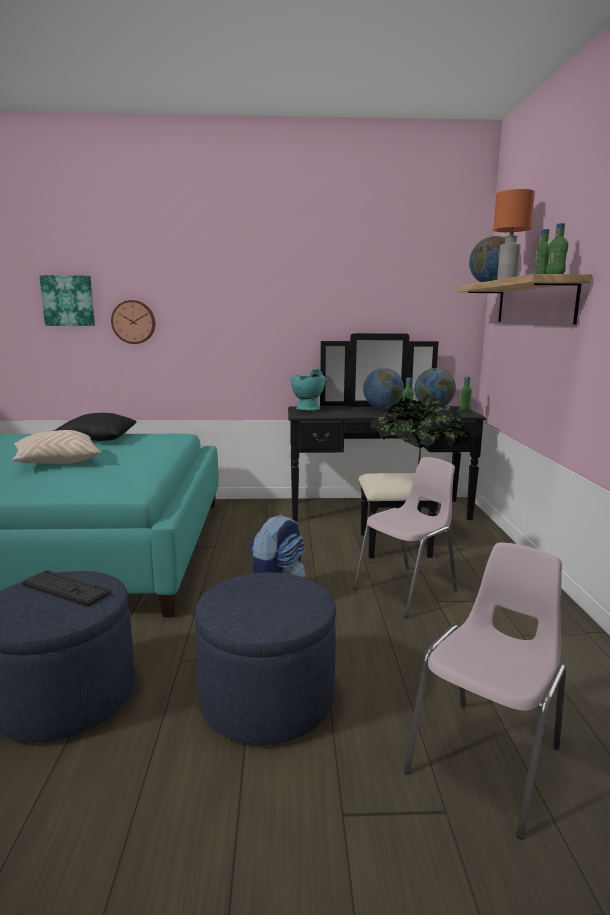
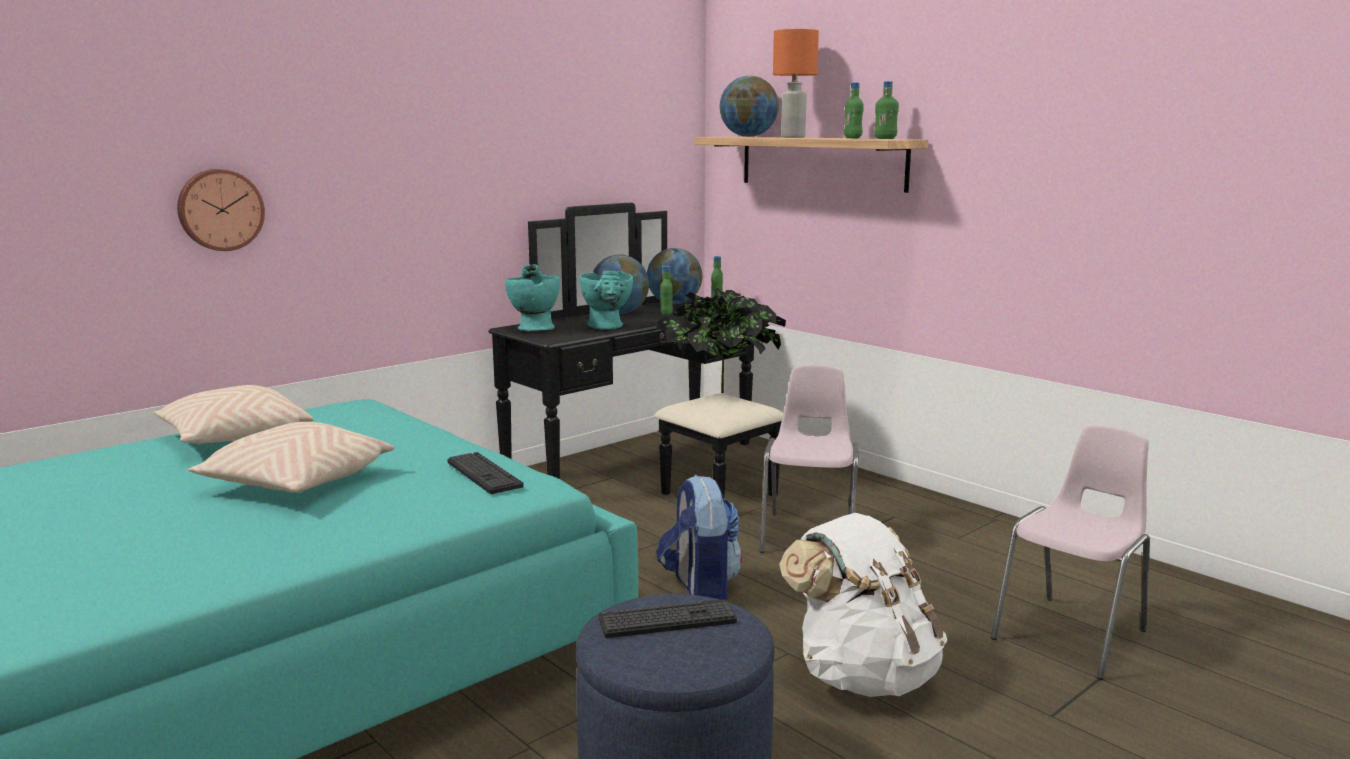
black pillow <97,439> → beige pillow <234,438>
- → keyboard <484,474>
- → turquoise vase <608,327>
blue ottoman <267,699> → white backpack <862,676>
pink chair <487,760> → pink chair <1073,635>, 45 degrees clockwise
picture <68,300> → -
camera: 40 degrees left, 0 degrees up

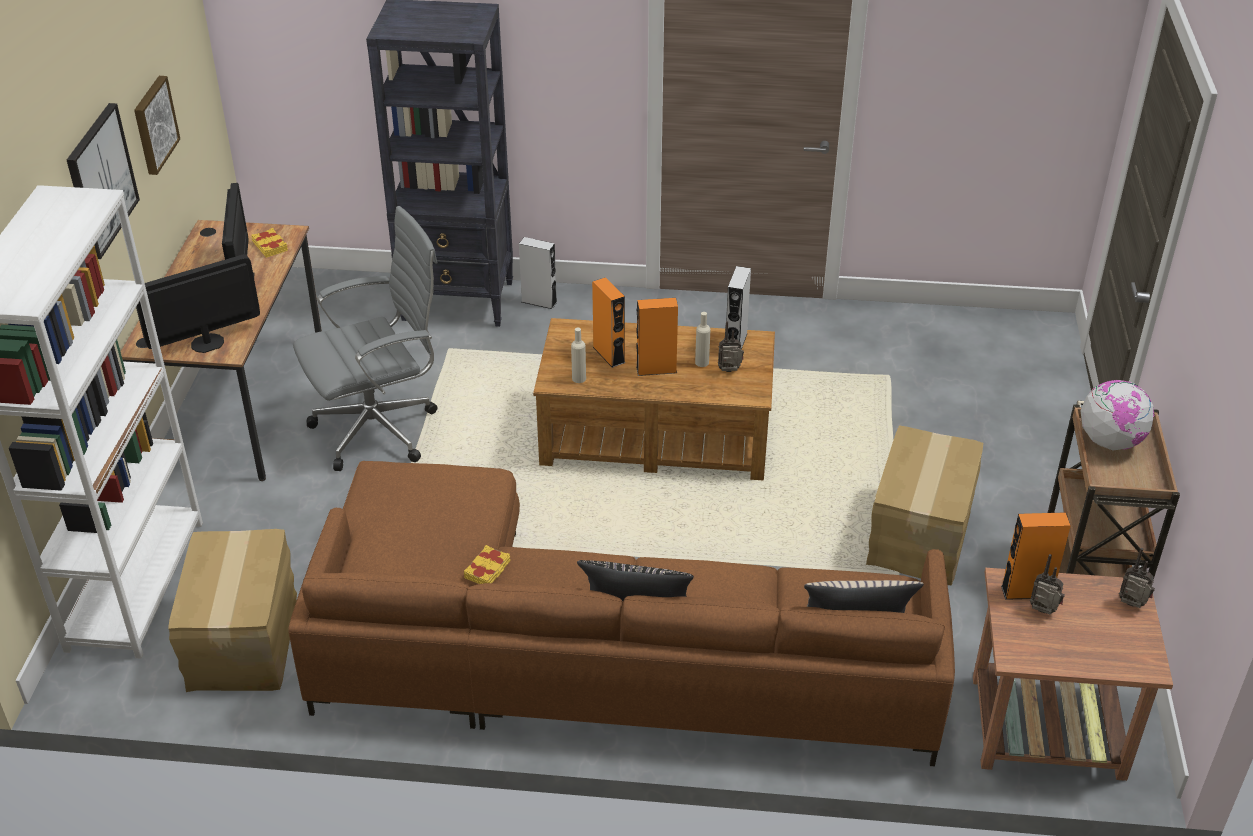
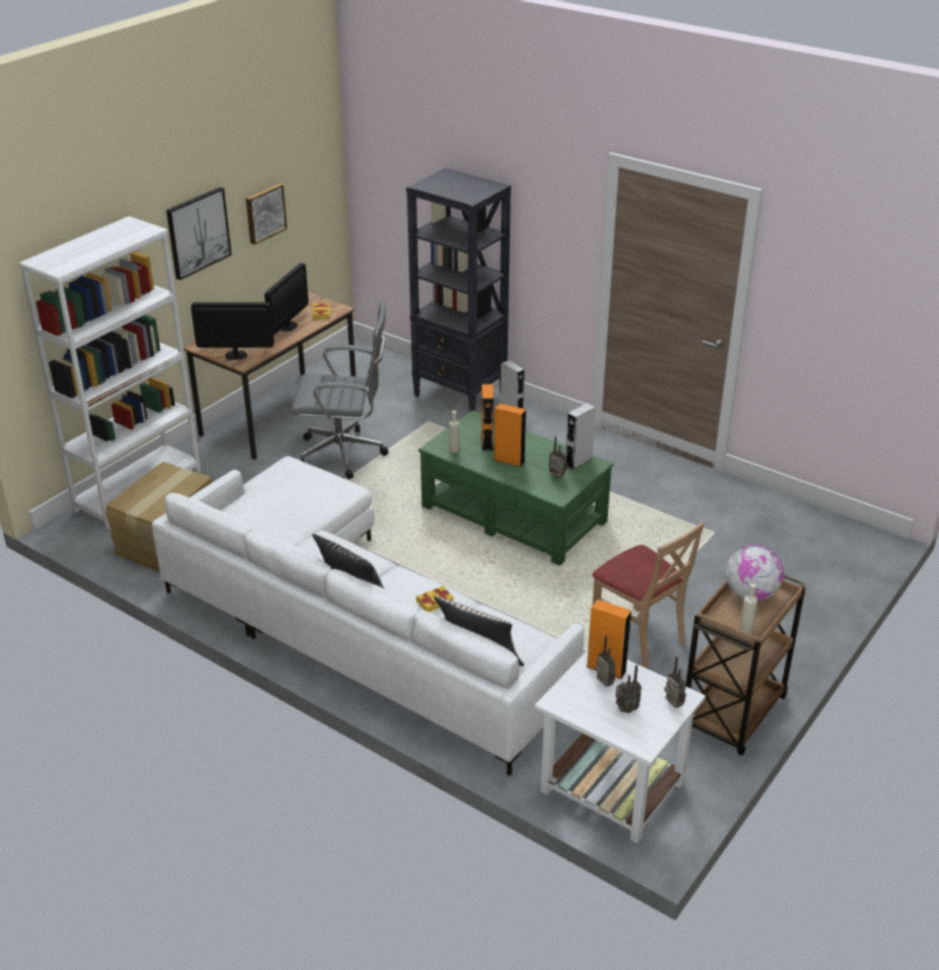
brown sofa <592,655> → white sofa <353,625>
yellow book <488,570> → yellow book <435,602>, relocated
brown coffee table <655,433> → green coffee table <513,513>
brown side table <1045,726> → white side table <610,786>
cardboard box <921,535> → beige chair <638,638>
- → radio <625,709>
beige bottle <702,362> → beige bottle <745,630>, relocated
camera: 30 degrees right, 5 degrees down

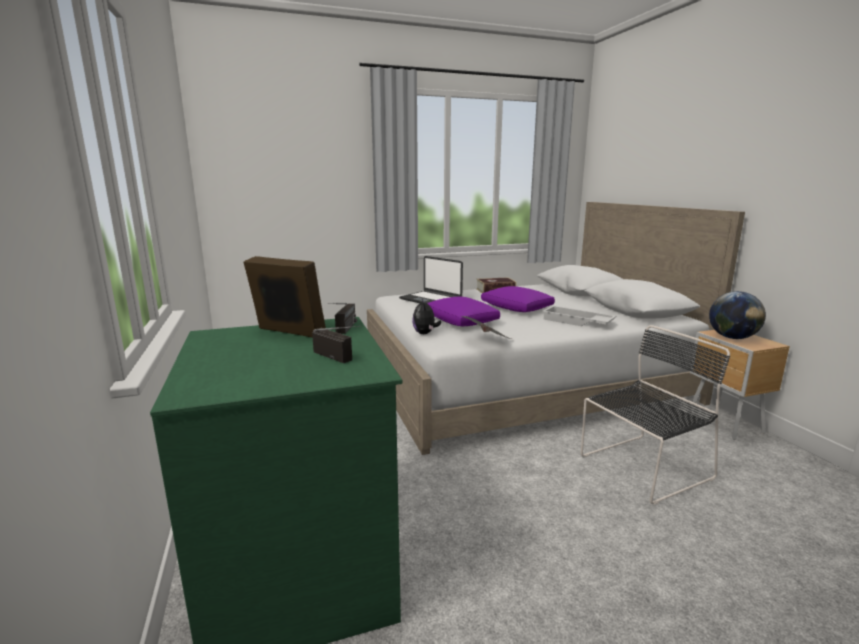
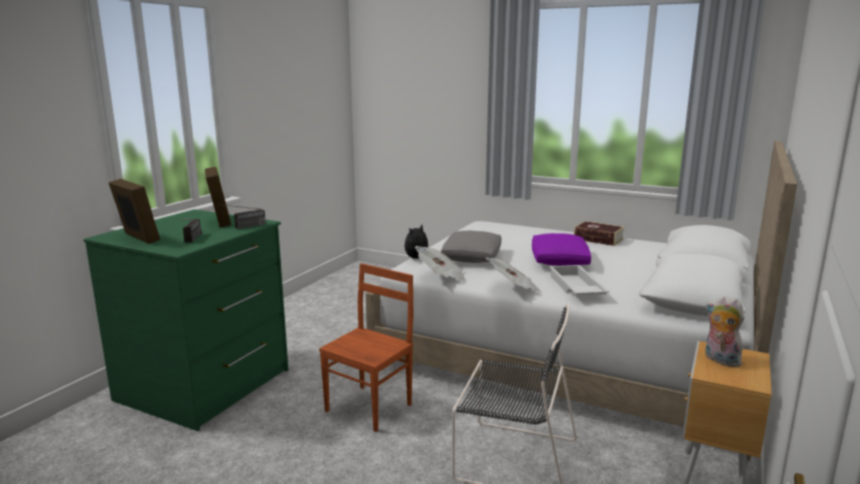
- → picture frame <138,238>
- → brown chair <370,407>
purple pillow <461,321> → grey pillow <471,257>
- → newspaper <514,289>
globe <732,338> → plush toy <719,360>
laptop <431,299> → -
camera: 45 degrees right, 0 degrees up

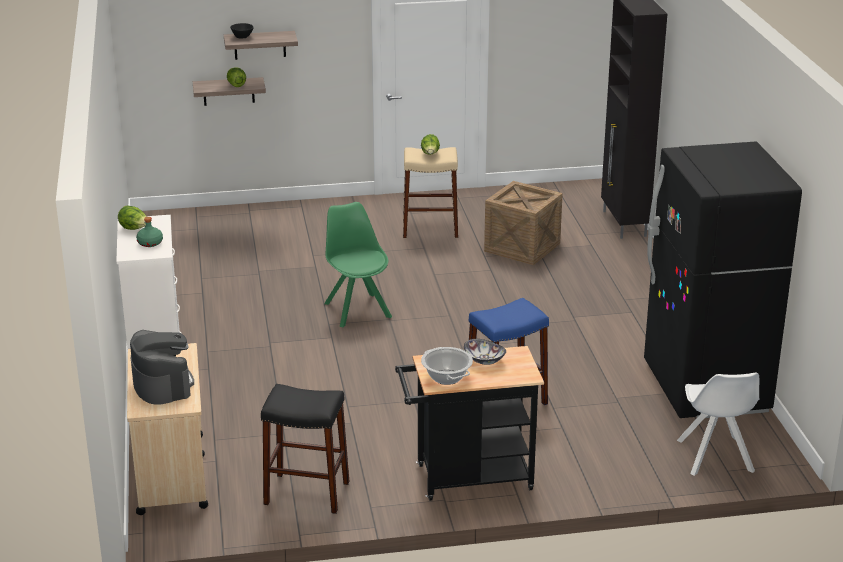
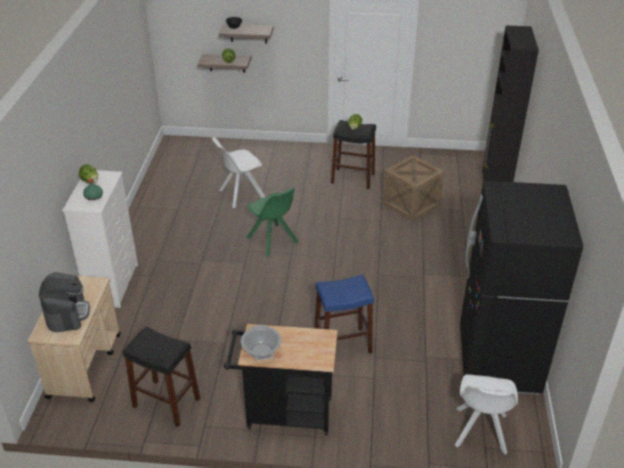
- → white chair <240,194>
green chair <357,309> → green chair <273,241>, 150 degrees clockwise
beige stool <430,229> → black stool <353,178>
bowl <485,360> → -
camera: 15 degrees right, 10 degrees up

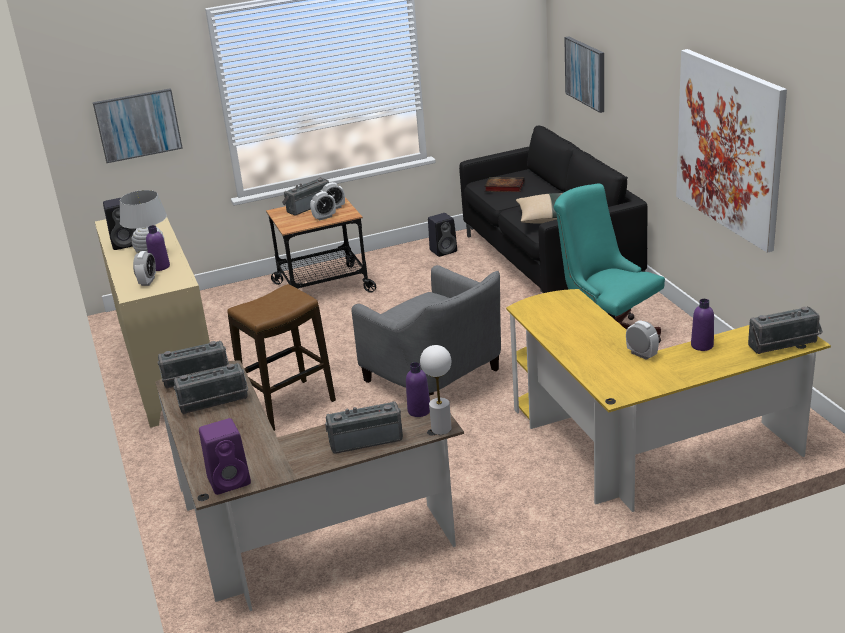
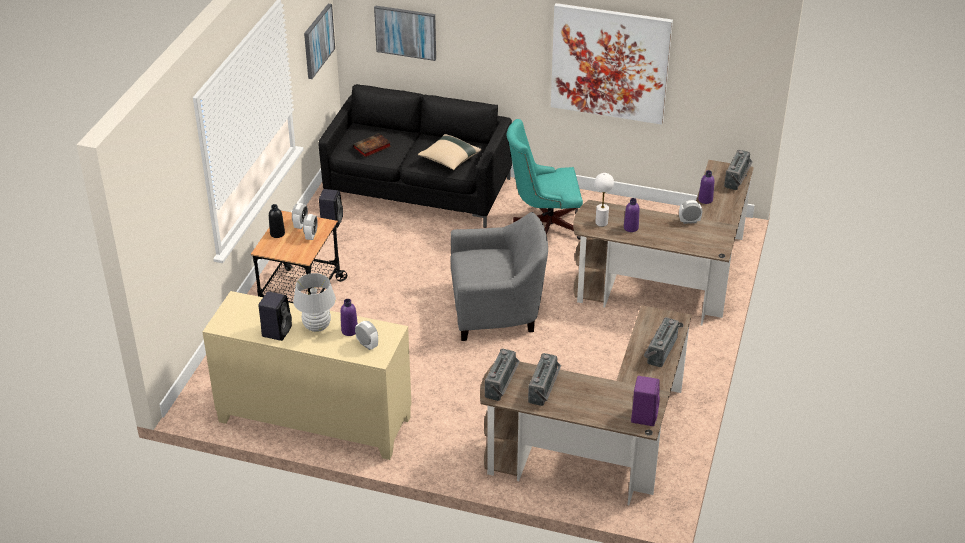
radio <307,206> → black bottle <277,233>
picture <138,125> → picture <318,40>, relocated
yellow desk <640,449> → brown desk <672,283>
white table lamp <441,428> → white table lamp <601,222>, relocated
purple bottle <419,411> → purple bottle <631,228>, relocated
stool <289,405> → -
camera: 55 degrees left, 10 degrees up

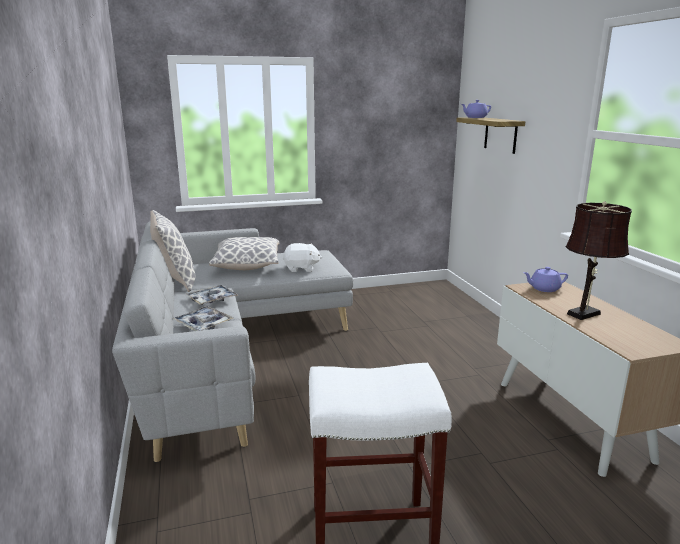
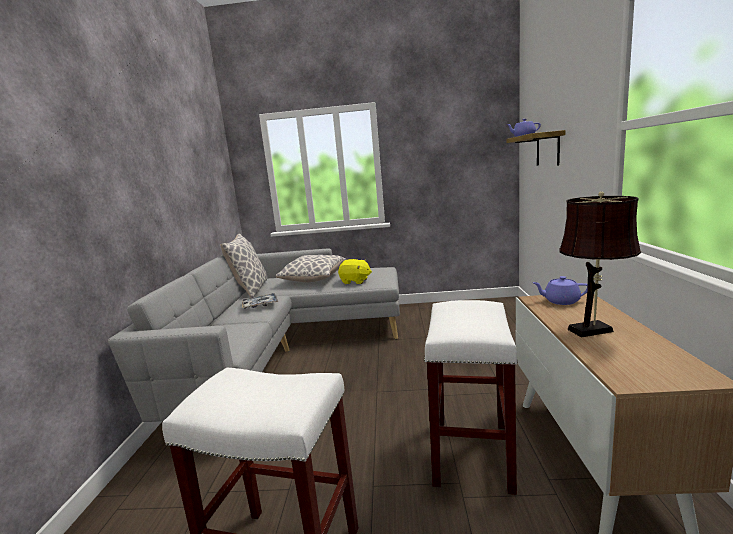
white plush toy <301,268> → yellow plush toy <355,281>
- → white stool <472,454>
tray <203,324> → -
camera: 20 degrees right, 5 degrees down

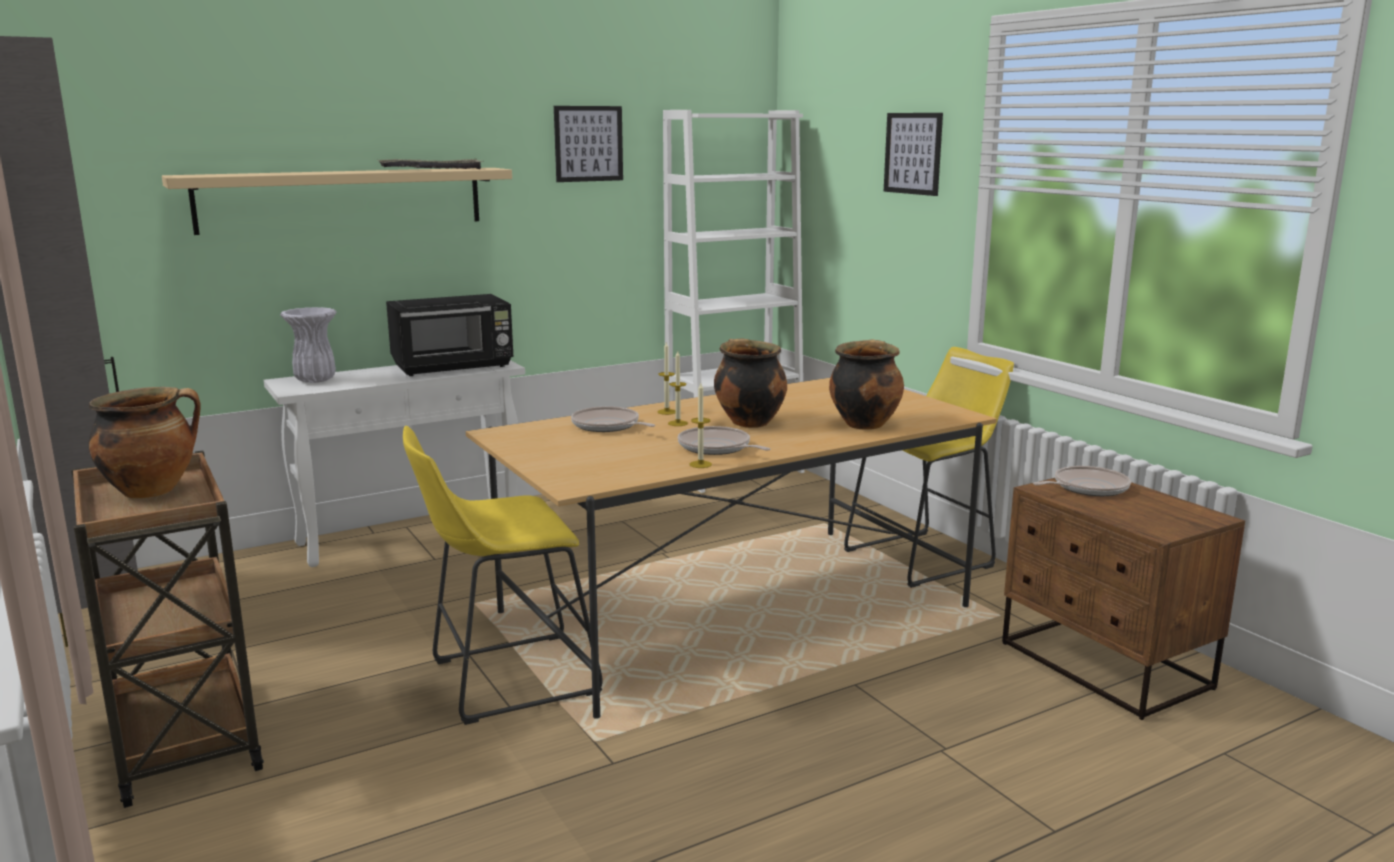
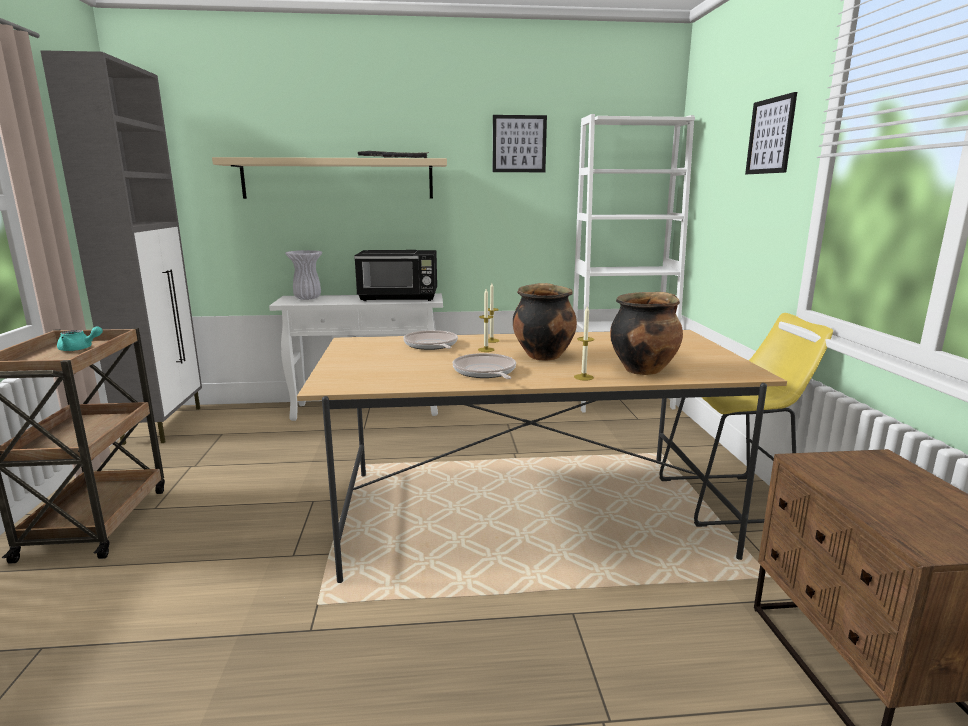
cooking pot <153,490> → turquoise teapot <79,349>
candle <700,464> → candle <583,377>, relocated
yellow stool <504,679> → -
frying pan <1087,488> → -
camera: 25 degrees right, 0 degrees up

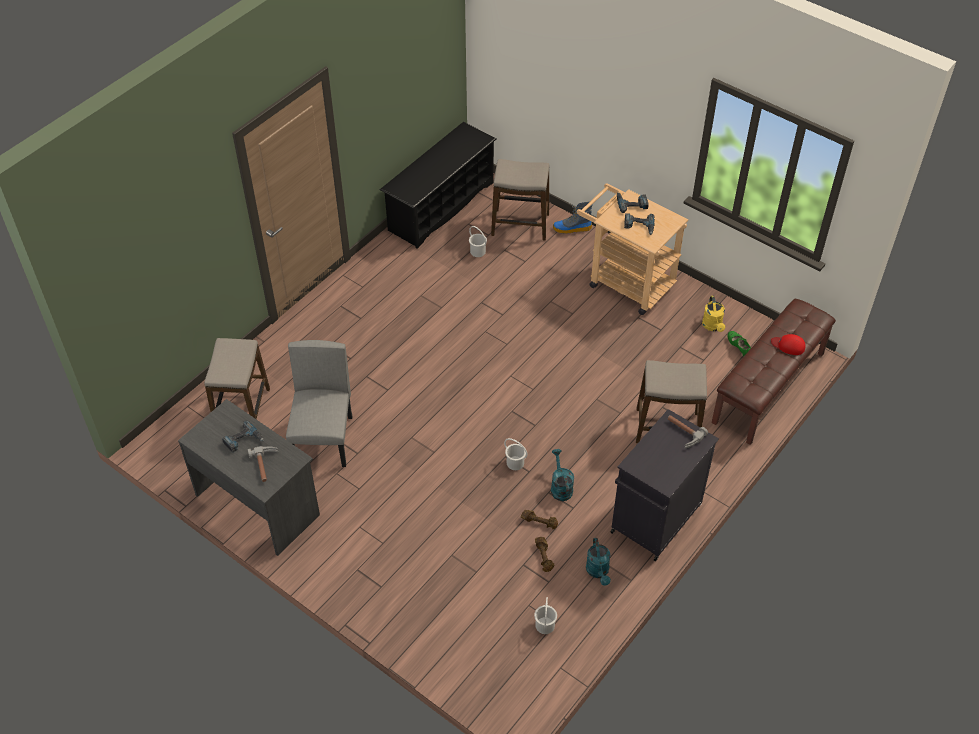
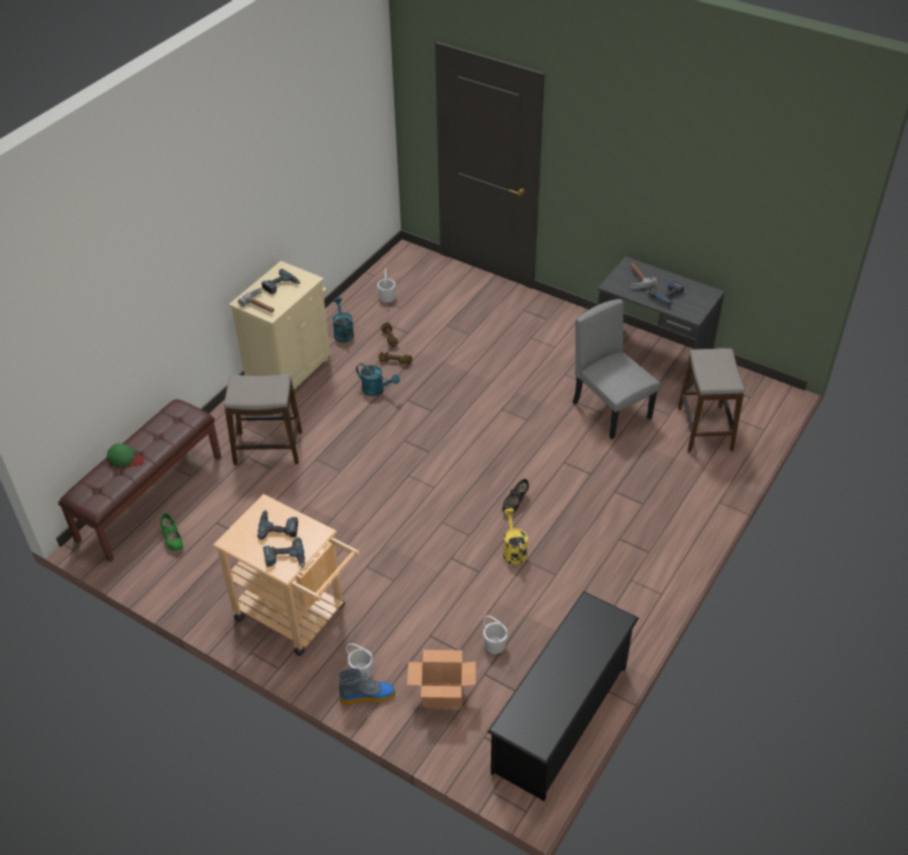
red cap <788,345> → green cap <125,458>
black cabinet <655,520> → beige cabinet <290,371>
- → power drill <281,285>
white bucket <515,462> → white bucket <361,672>, relocated
turquoise watering can <560,487> → turquoise watering can <377,390>, 45 degrees counterclockwise
stool <520,225> → cardboard box <442,695>
- → black shoe <515,503>
yellow watering can <713,326> → yellow watering can <513,550>, relocated
grey chair <324,440> → grey chair <612,410>, 150 degrees clockwise
camera: 175 degrees right, 5 degrees down

